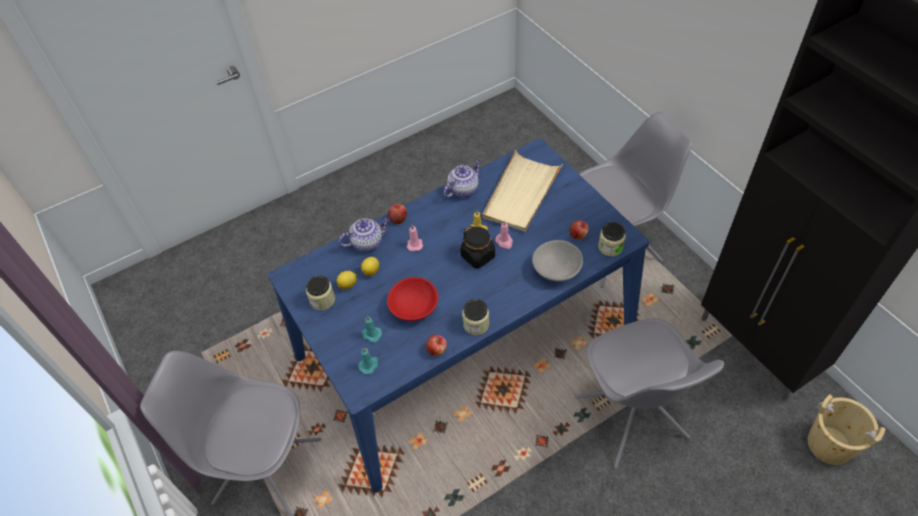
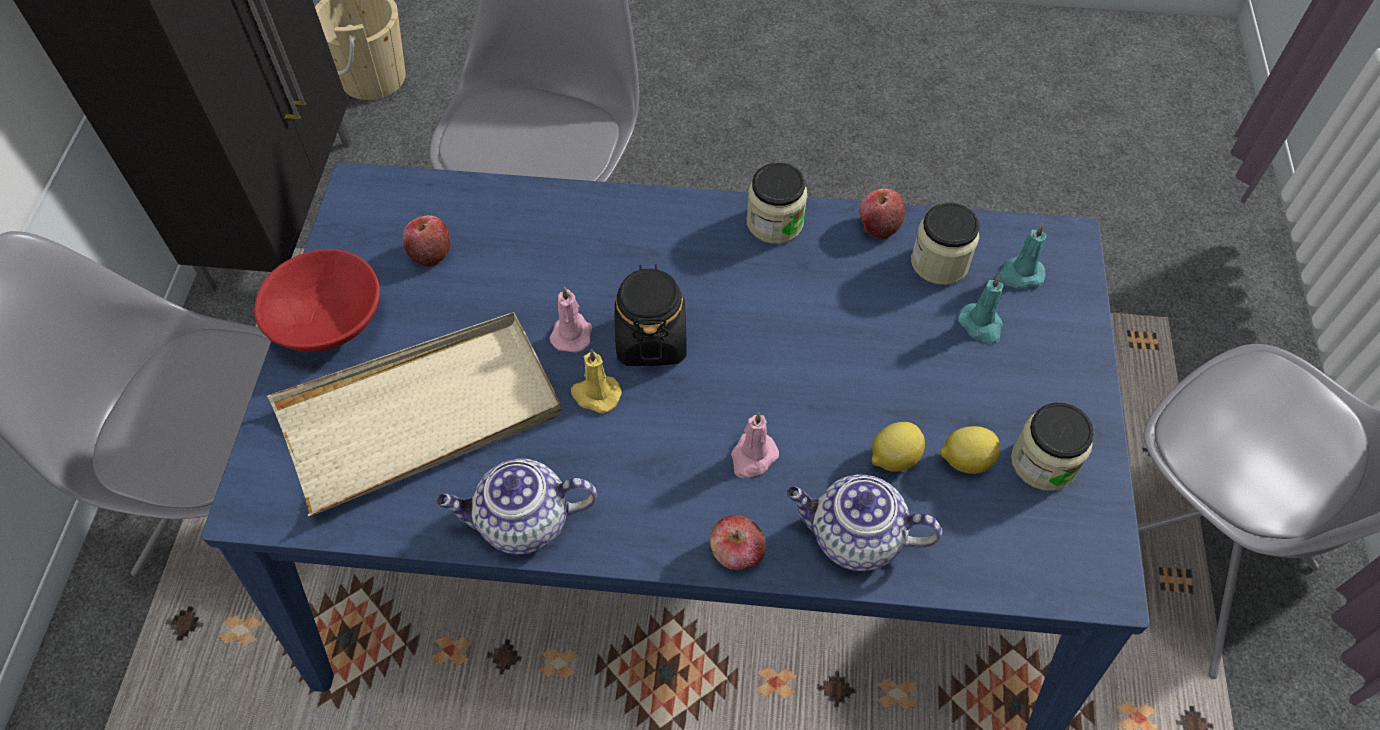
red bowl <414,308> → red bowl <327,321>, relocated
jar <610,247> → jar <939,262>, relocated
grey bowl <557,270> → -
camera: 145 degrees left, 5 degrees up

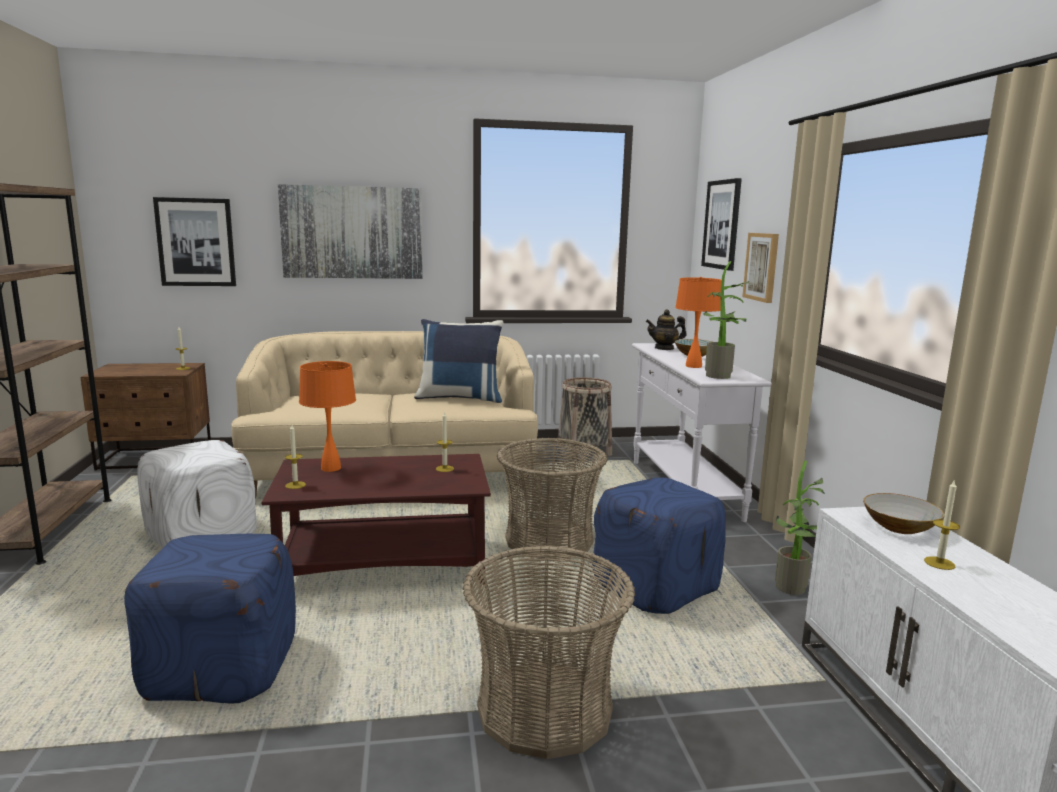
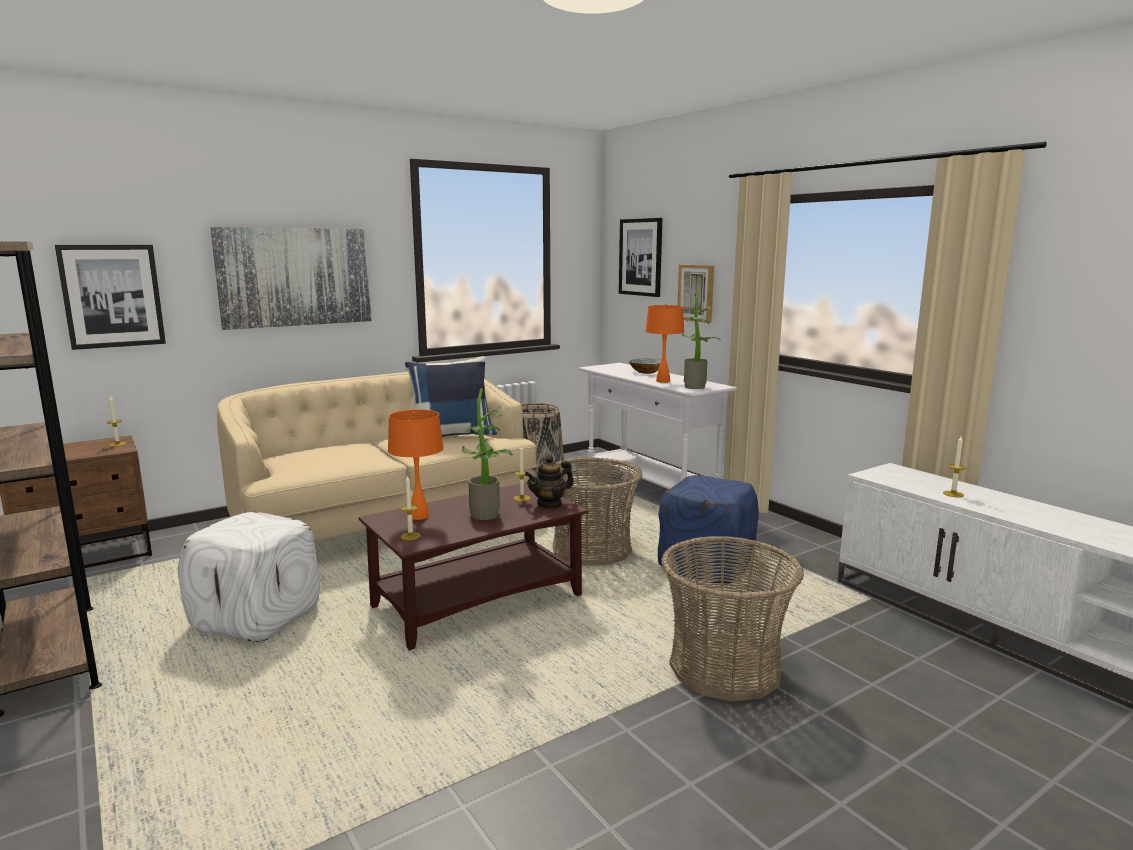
potted plant <795,589> → potted plant <488,515>, relocated
teapot <664,348> → teapot <550,504>, relocated
blue ottoman <221,668> → -
bowl <898,527> → -
camera: 25 degrees left, 0 degrees up

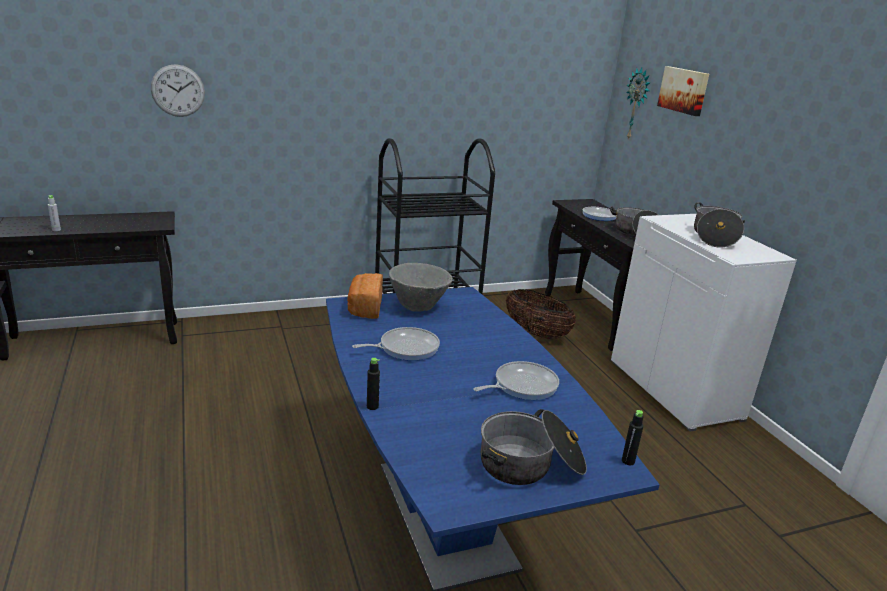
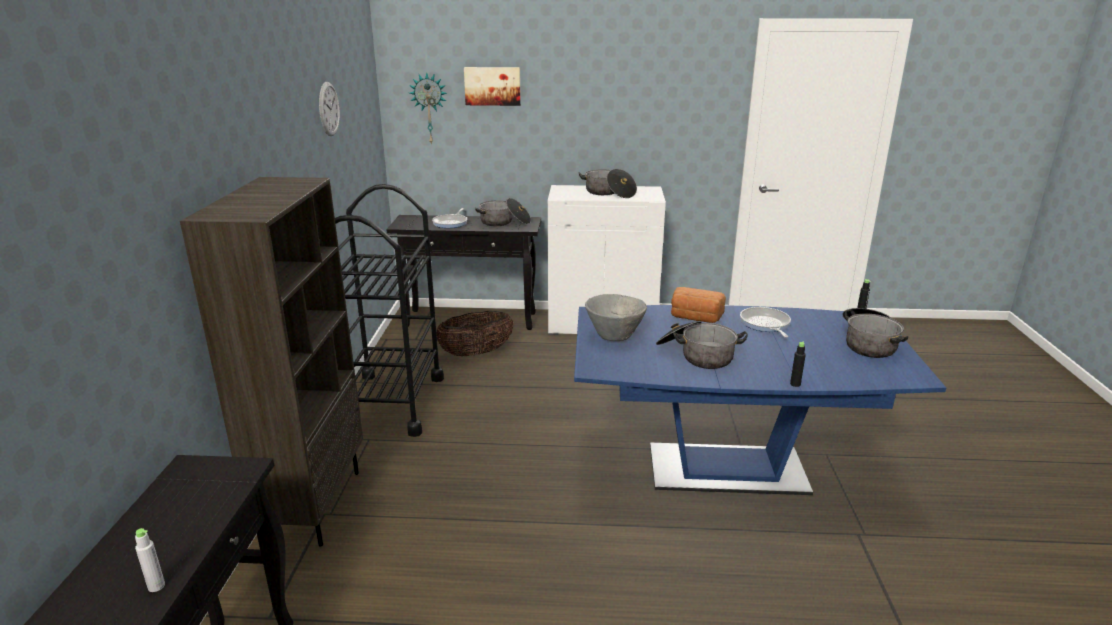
- → brown bookcase <313,505>
wall clock <178,90> → wall clock <329,109>, relocated
frying pan <405,348> → cooking pot <696,355>
bread <364,308> → bread <695,318>, relocated
camera: 65 degrees left, 0 degrees up

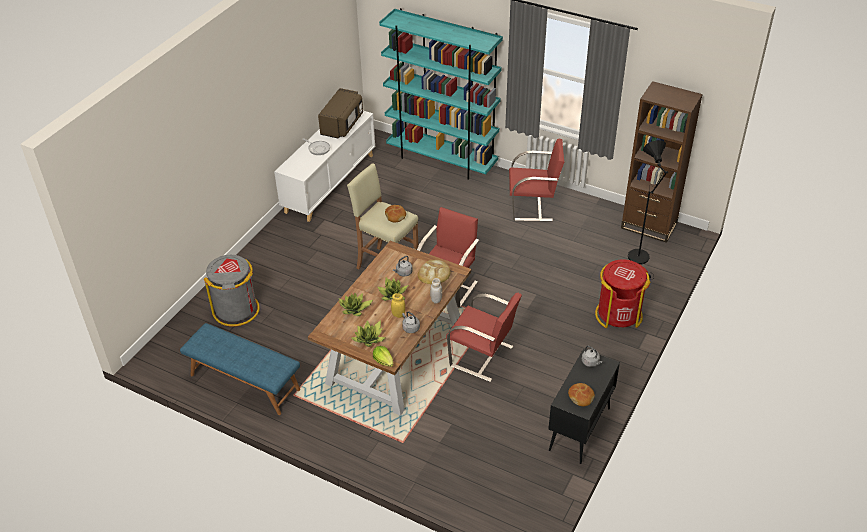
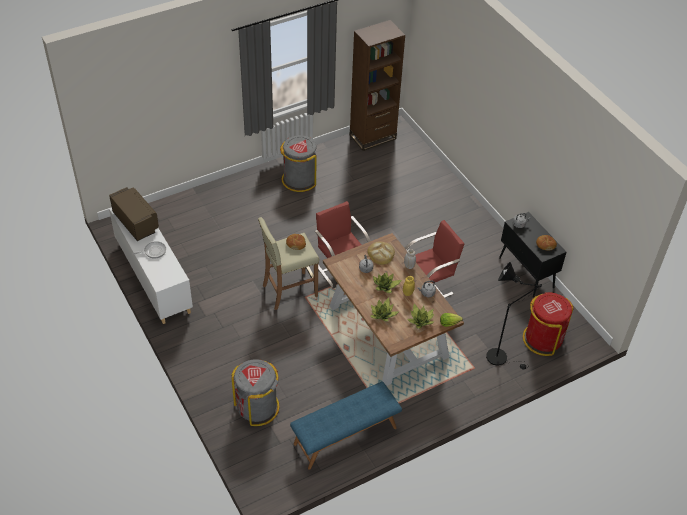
red chair <533,206> → grey trash can <299,179>
black floor lamp <640,260> → black floor lamp <501,358>, relocated
red trash can <618,315> → red trash can <543,339>, relocated
turquoise bookcase <442,160> → -
camera: 60 degrees left, 5 degrees up

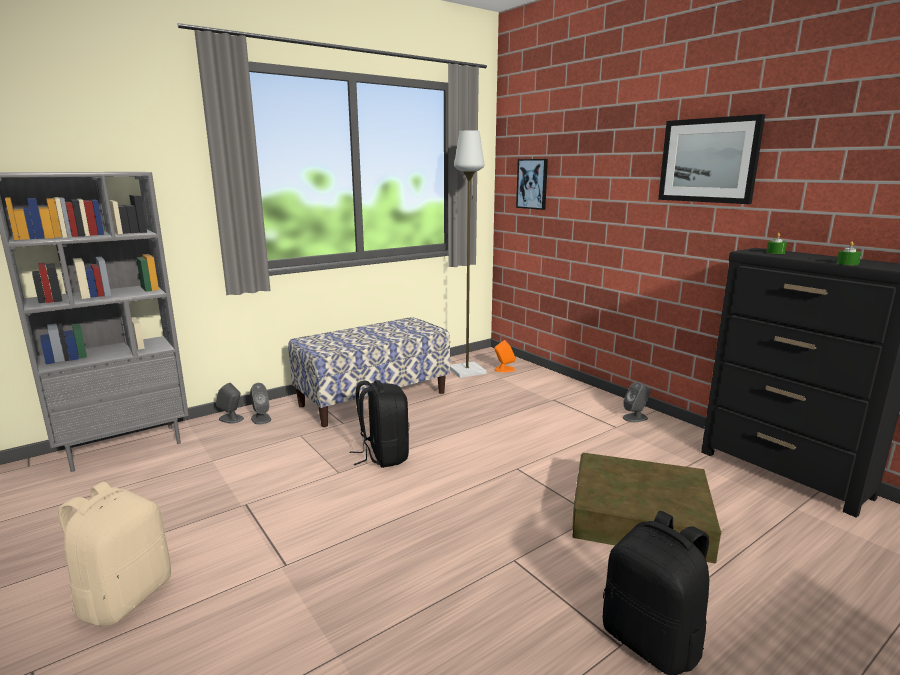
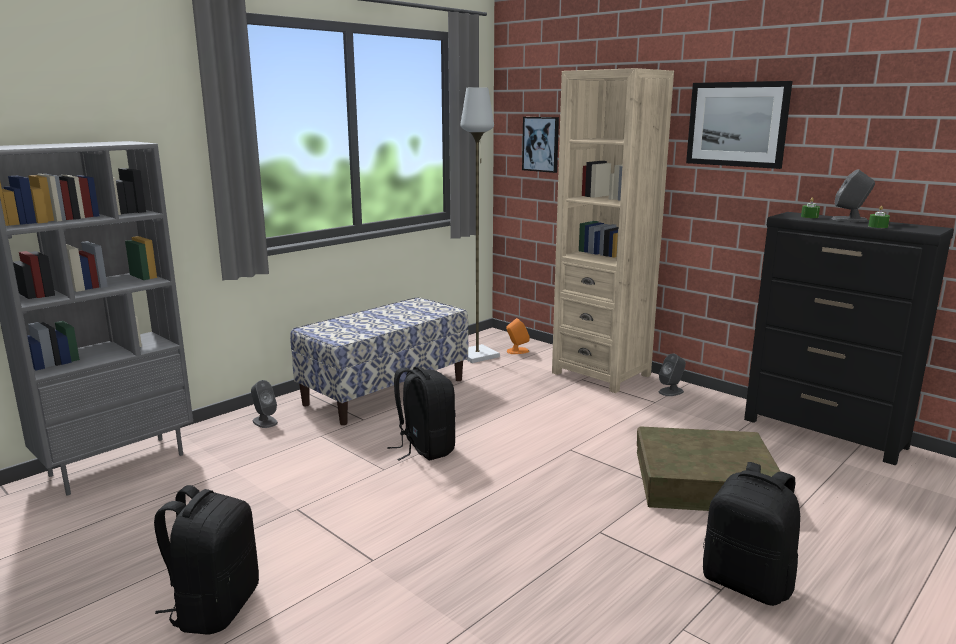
beige backpack <124,597> → black backpack <215,607>
- → beige bookcase <601,374>
grey speaker <231,419> → grey speaker <850,219>, relocated
camera: 10 degrees left, 0 degrees up

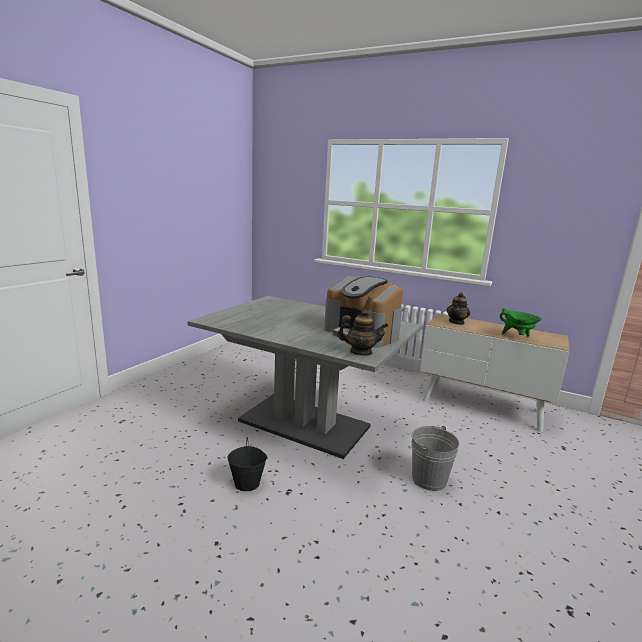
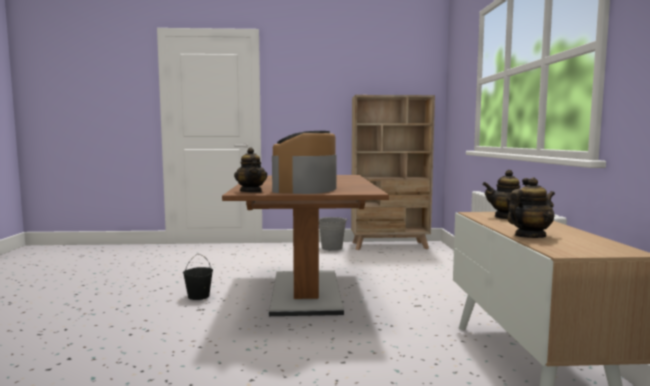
grey dining table <304,424> → brown dining table <306,292>
grey bucket <429,479> → grey bucket <332,248>, relocated
- → beige bookcase <390,246>
green cooking pot <517,337> → teapot <529,236>
camera: 60 degrees right, 10 degrees down

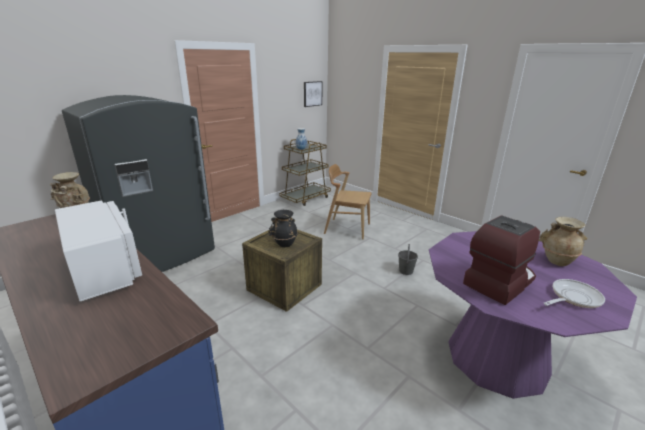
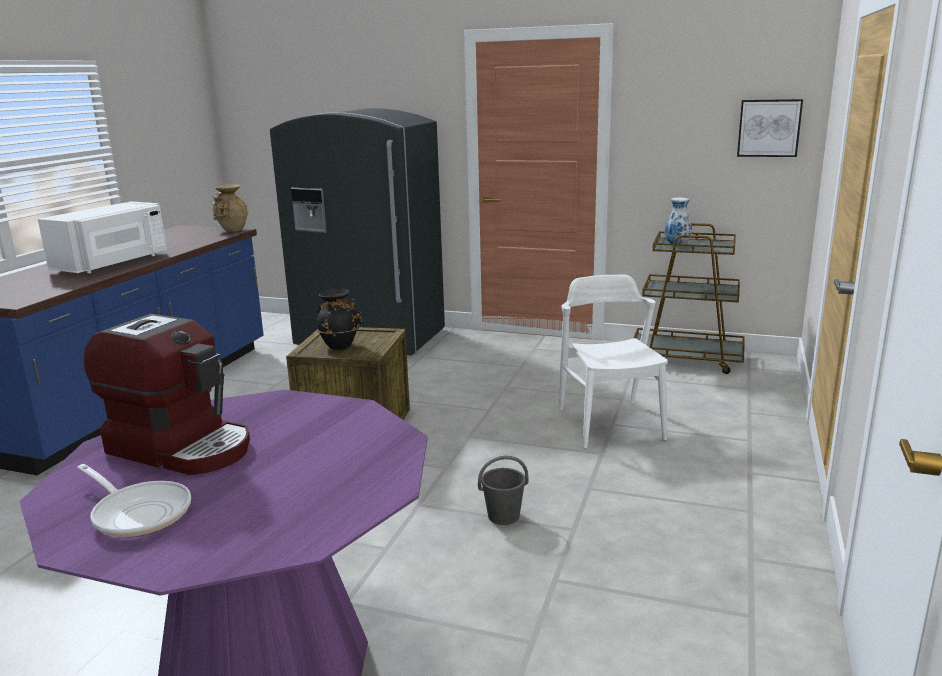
brown chair <347,228> → white chair <610,424>
beige vase <556,261> → -
camera: 65 degrees right, 5 degrees down

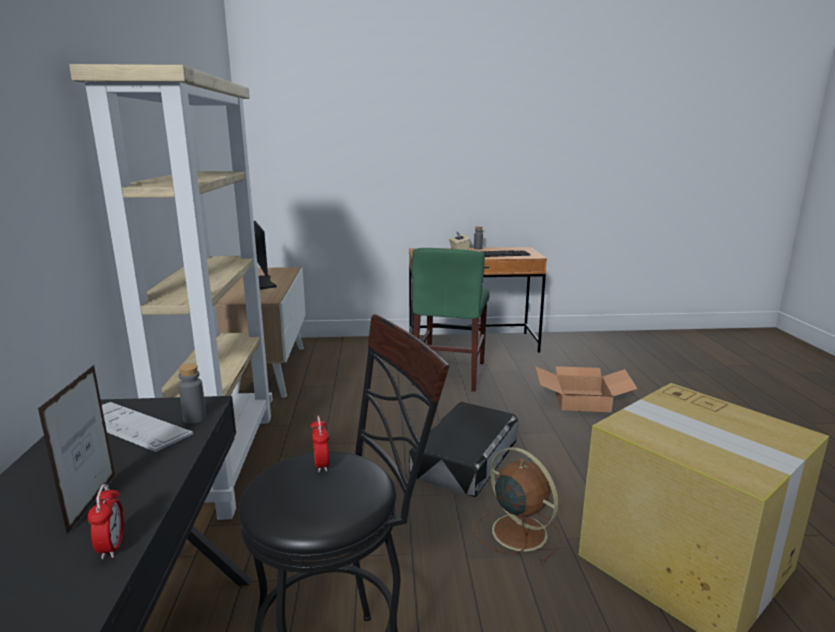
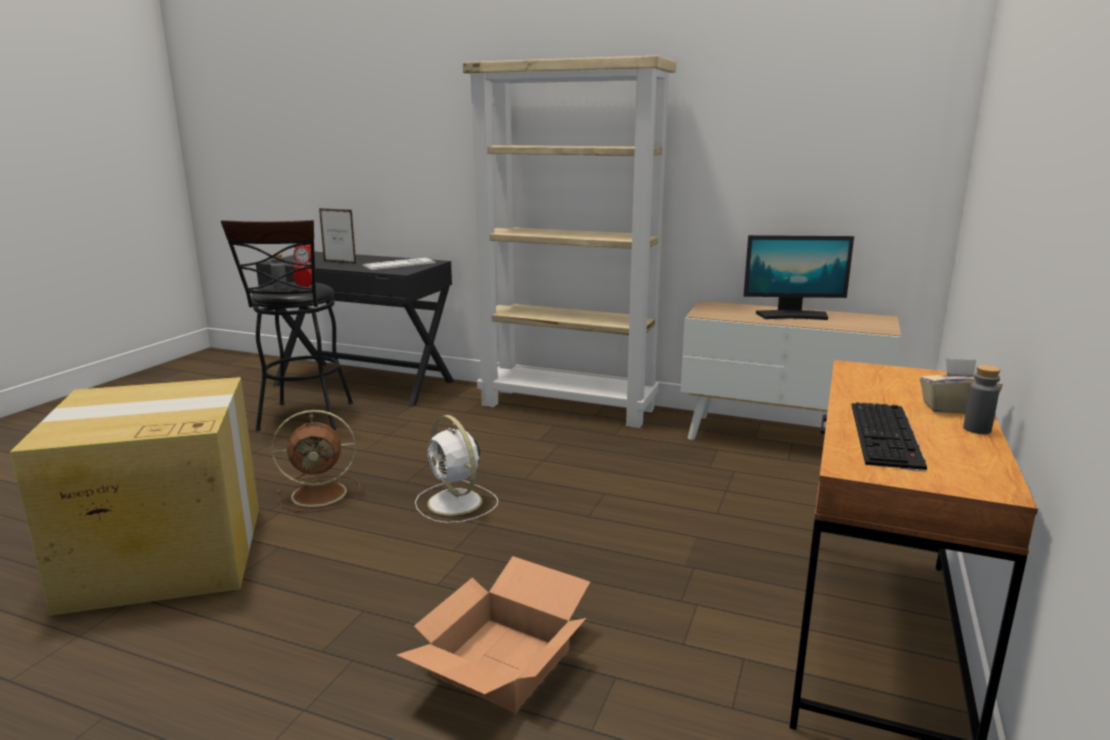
grey bottle <194,418> → grey bottle <280,288>, relocated
black storage box <465,457> → white fan <456,503>
green chair <449,373> → -
camera: 115 degrees right, 0 degrees up

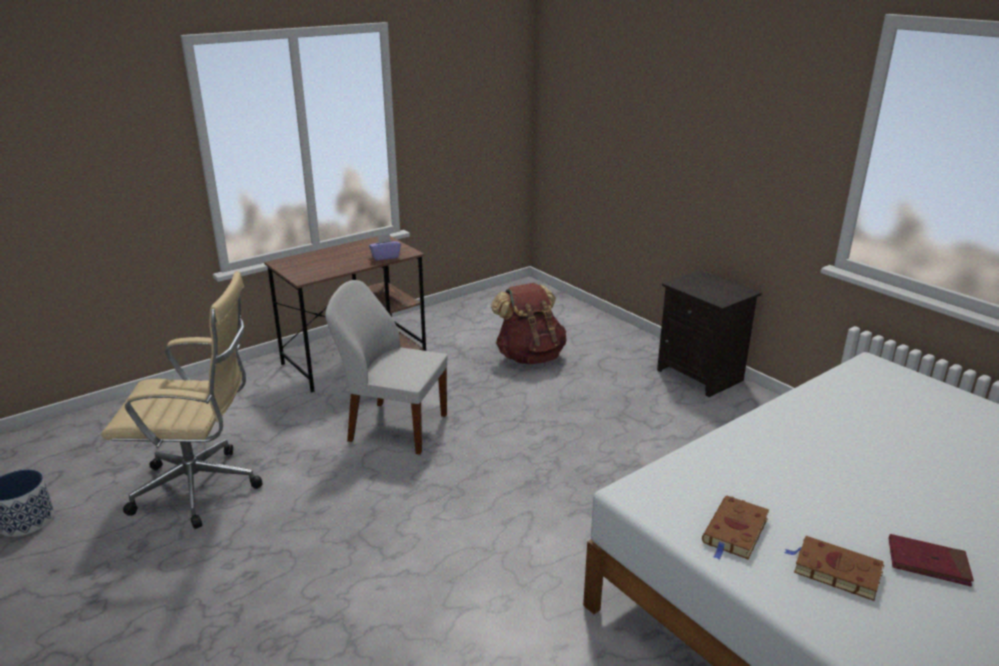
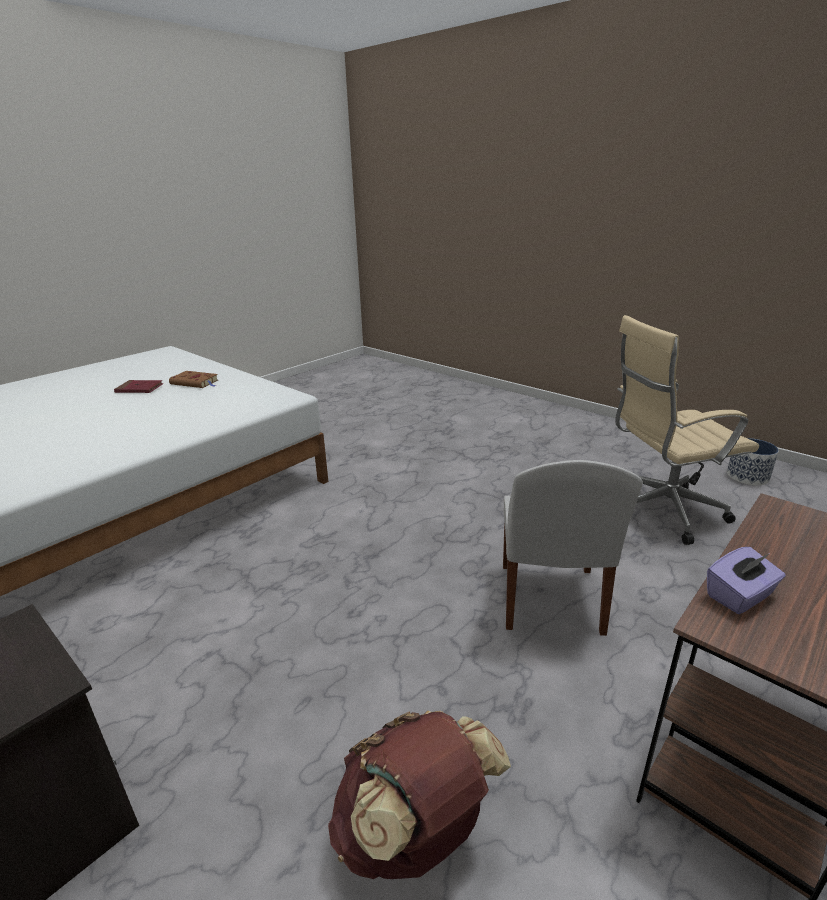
white chair <395,427> → white chair <550,601>, 90 degrees clockwise
brown book <735,532> → -
camera: 170 degrees right, 0 degrees up

